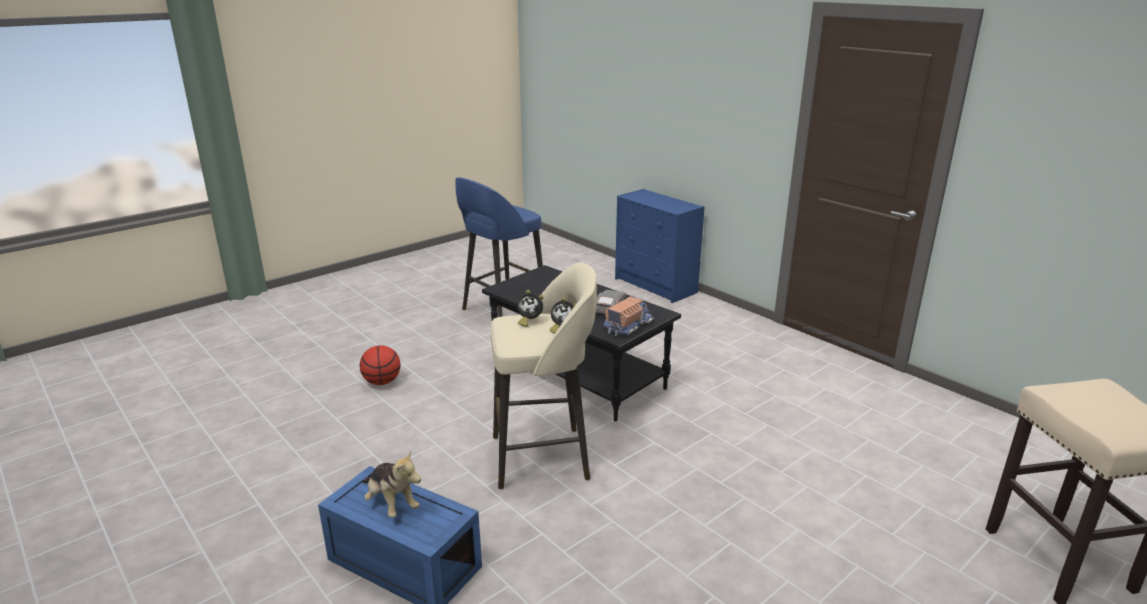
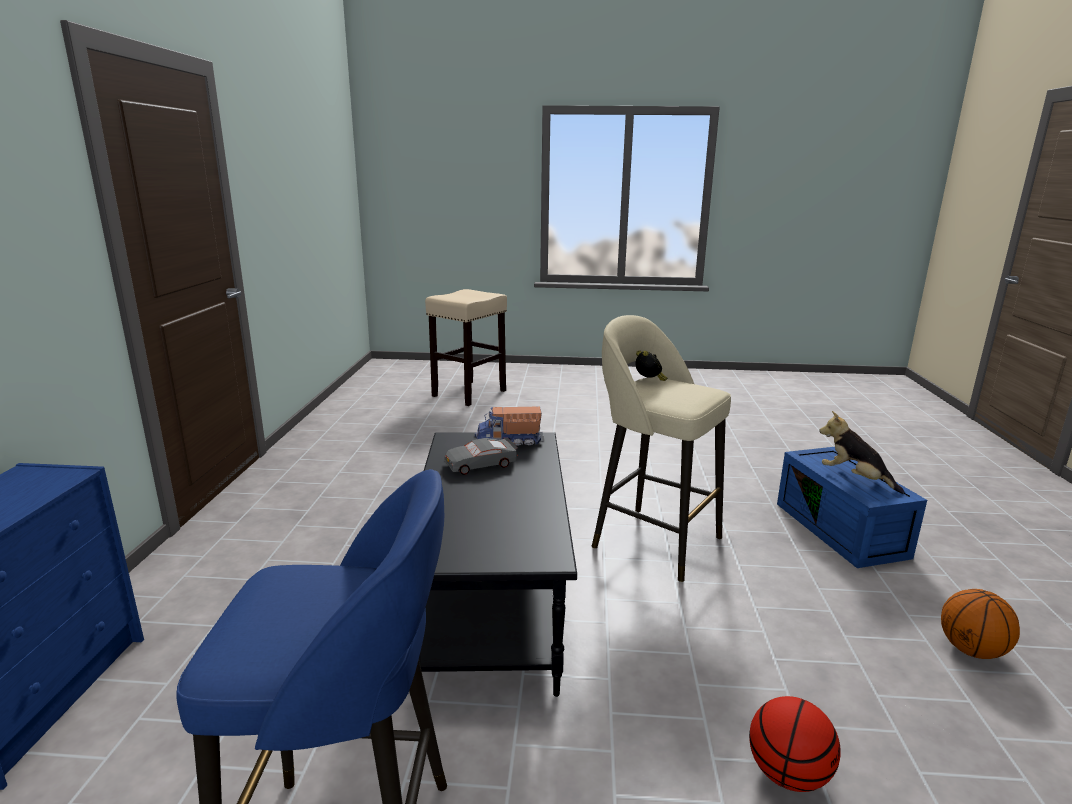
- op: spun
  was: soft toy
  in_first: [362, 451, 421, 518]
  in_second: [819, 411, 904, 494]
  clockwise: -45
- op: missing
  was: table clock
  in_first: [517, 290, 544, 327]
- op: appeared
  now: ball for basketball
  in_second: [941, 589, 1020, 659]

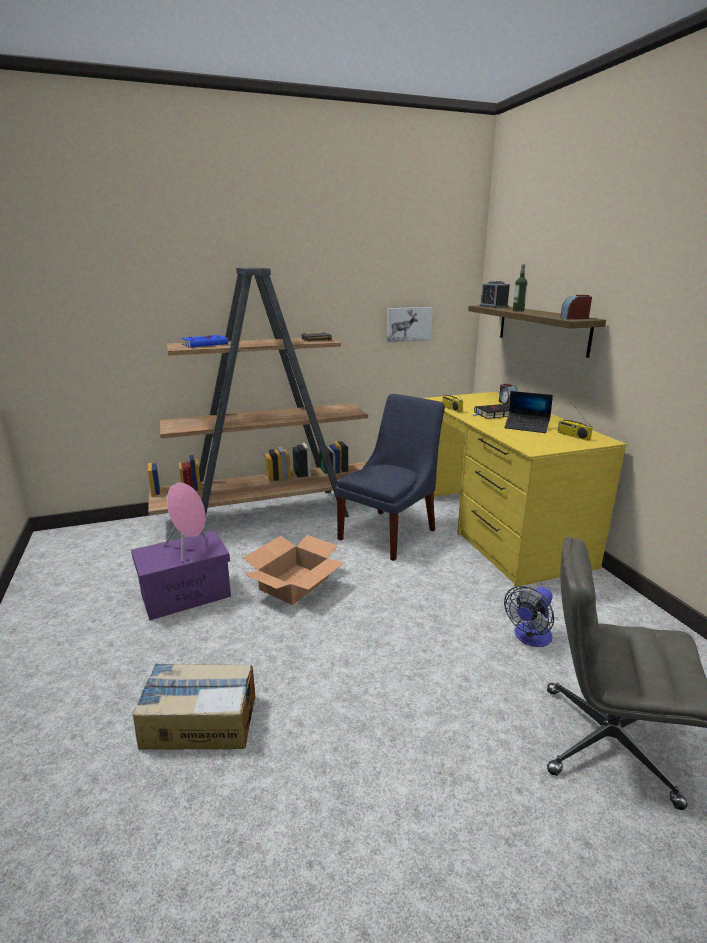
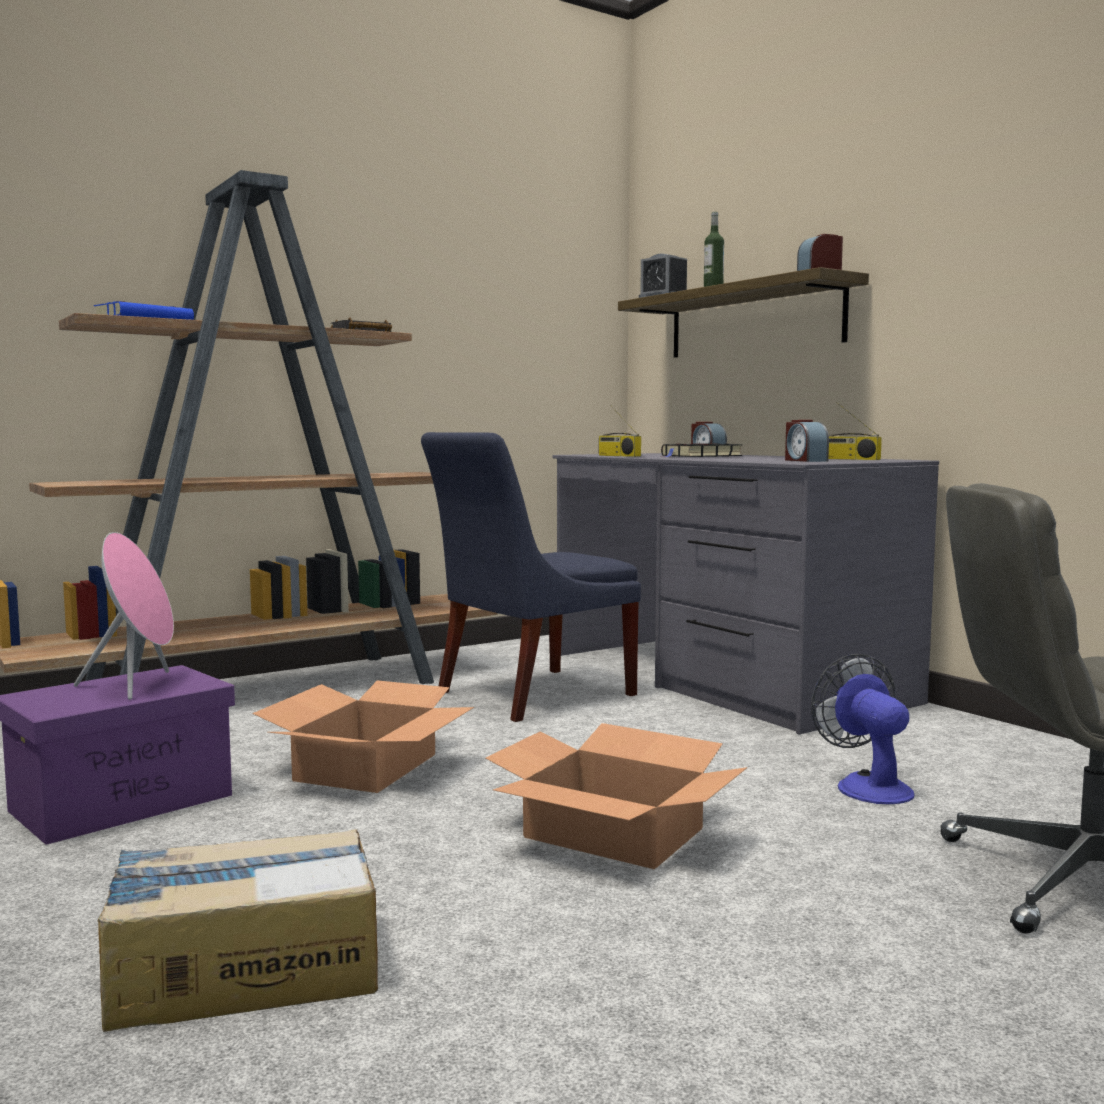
- op: spun
  was: blue chair
  in_first: [336, 394, 445, 561]
  in_second: [421, 432, 641, 722]
  clockwise: -150
- op: missing
  was: wall picture
  in_first: [386, 307, 433, 342]
- op: colour
  was: yellow desk table
  now: grey desk table
  in_first: [422, 392, 626, 587]
  in_second: [553, 453, 939, 735]
- op: missing
  was: notebook computer
  in_first: [504, 391, 553, 433]
- op: spun
  was: electric fan
  in_first: [504, 586, 554, 647]
  in_second: [811, 654, 915, 804]
  clockwise: 135
- op: appeared
  now: cardboard box
  in_second: [485, 723, 747, 869]
- op: appeared
  now: table clock
  in_second: [785, 420, 829, 462]

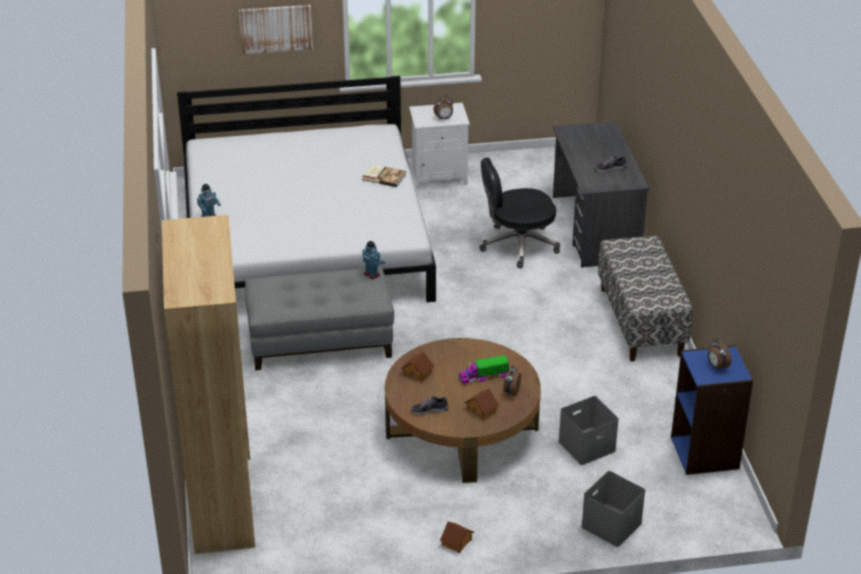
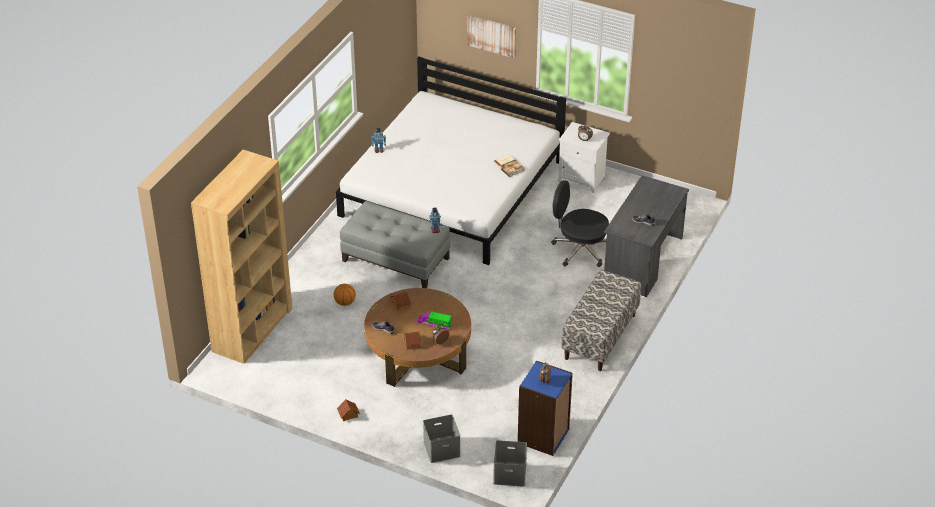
- op: relocated
  was: grey storage bin
  in_first: [558, 396, 619, 465]
  in_second: [493, 440, 527, 487]
- op: appeared
  now: ball for basketball
  in_second: [334, 284, 356, 306]

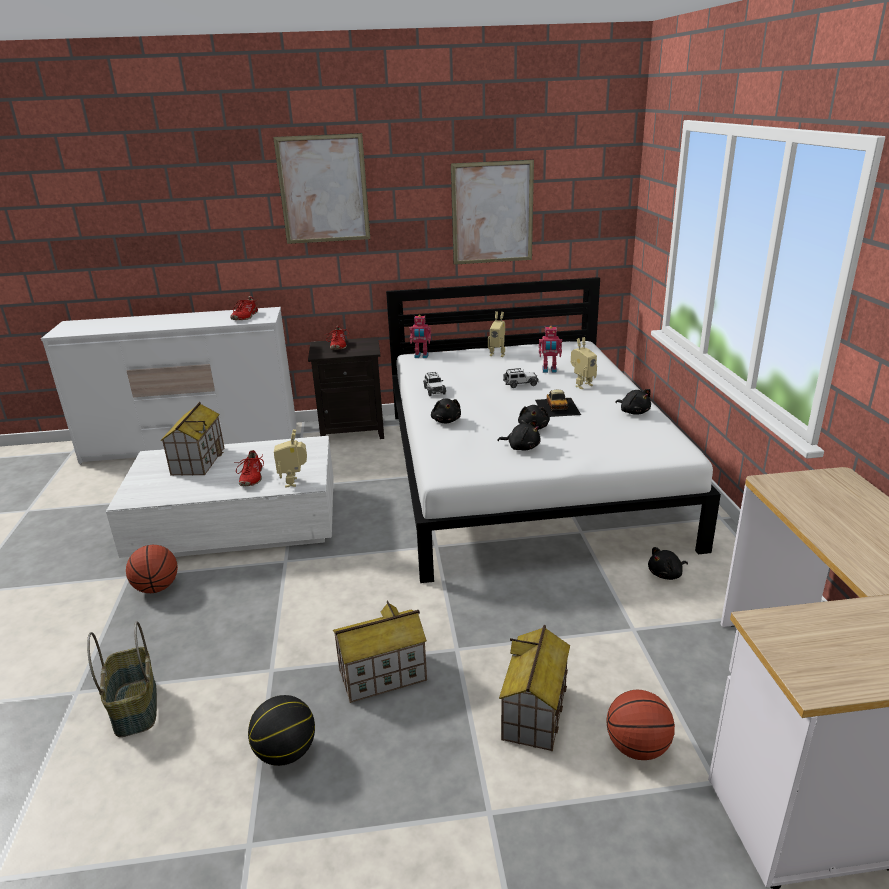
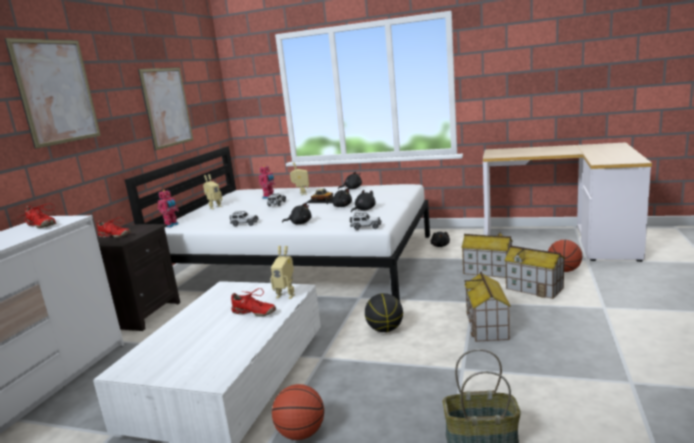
- op: relocated
  was: miniature house
  in_first: [160, 402, 224, 476]
  in_second: [461, 232, 513, 278]
- op: relocated
  was: ball for basketball
  in_first: [248, 695, 315, 766]
  in_second: [365, 293, 403, 332]
- op: appeared
  now: miniature car
  in_second: [350, 213, 381, 230]

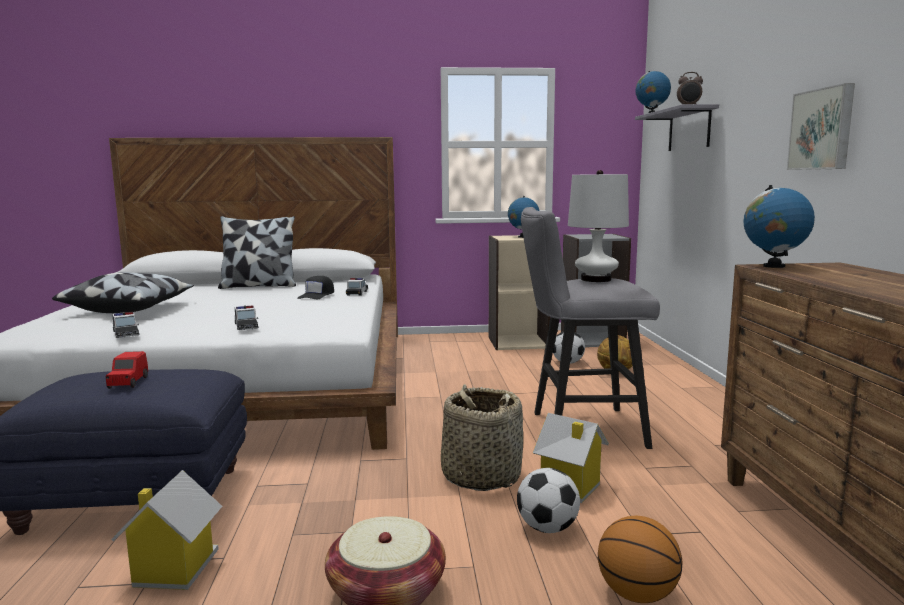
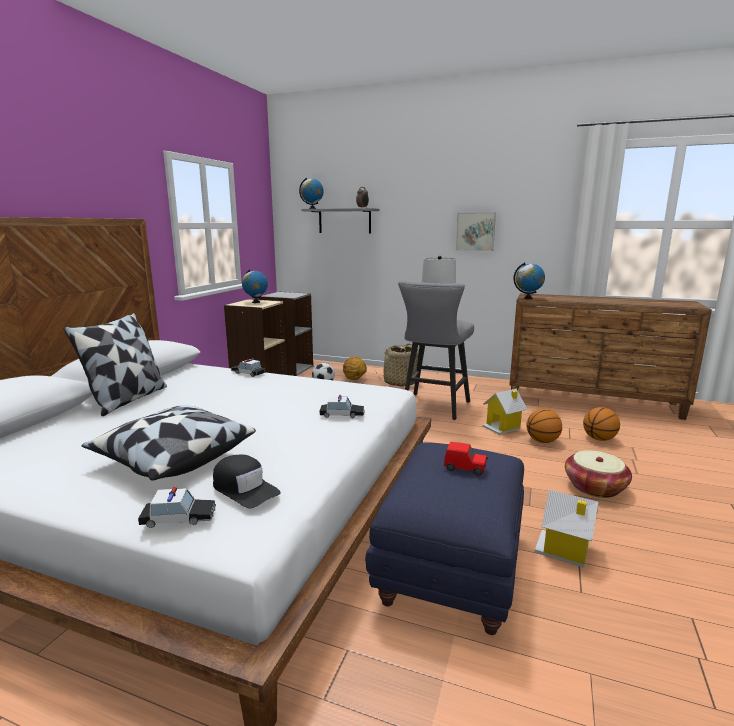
- op: relocated
  was: miniature car
  in_first: [112, 312, 140, 338]
  in_second: [138, 487, 216, 528]
- op: relocated
  was: blackish cap
  in_first: [298, 276, 334, 299]
  in_second: [213, 455, 281, 509]
- op: relocated
  was: household basket
  in_first: [441, 384, 523, 491]
  in_second: [376, 344, 419, 386]
- op: exchanged
  was: football ball
  now: ball for basketball
  in_first: [517, 468, 580, 533]
  in_second: [526, 409, 562, 443]

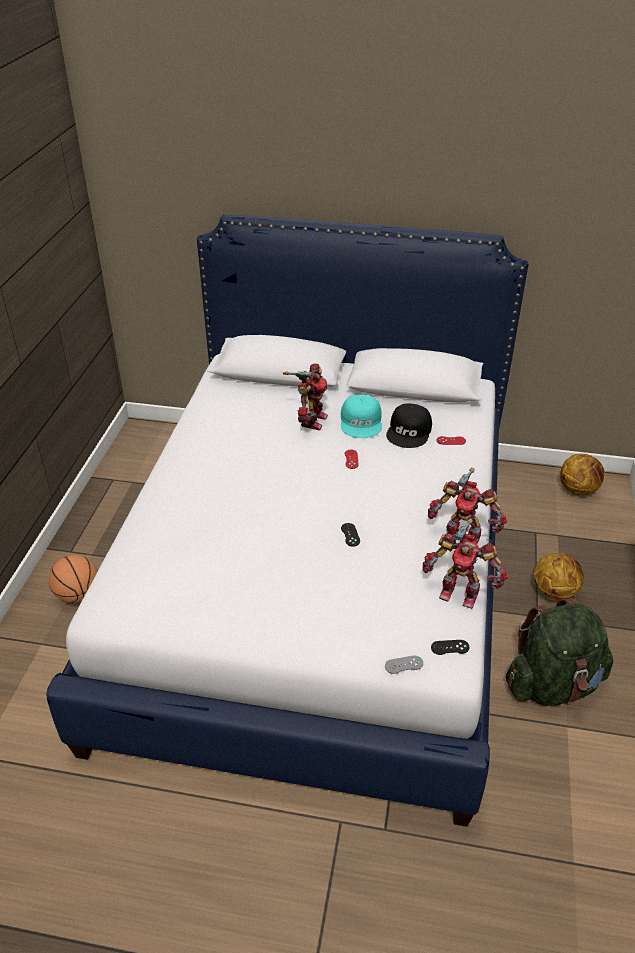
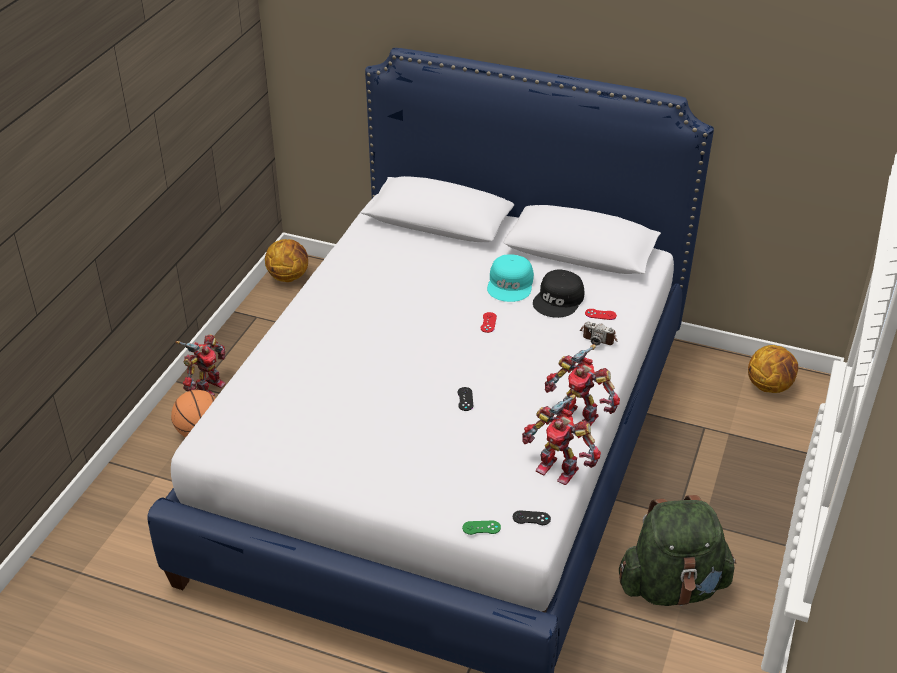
- op: relocated
  was: toy robot
  in_first: [283, 363, 328, 431]
  in_second: [176, 334, 226, 396]
- op: colour
  was: grey gamepad
  now: greenish gamepad
  in_first: [385, 655, 423, 674]
  in_second: [462, 521, 501, 535]
- op: relocated
  was: ball for basketball
  in_first: [534, 553, 584, 601]
  in_second: [265, 239, 308, 282]
- op: appeared
  now: still camera
  in_second: [580, 322, 618, 346]

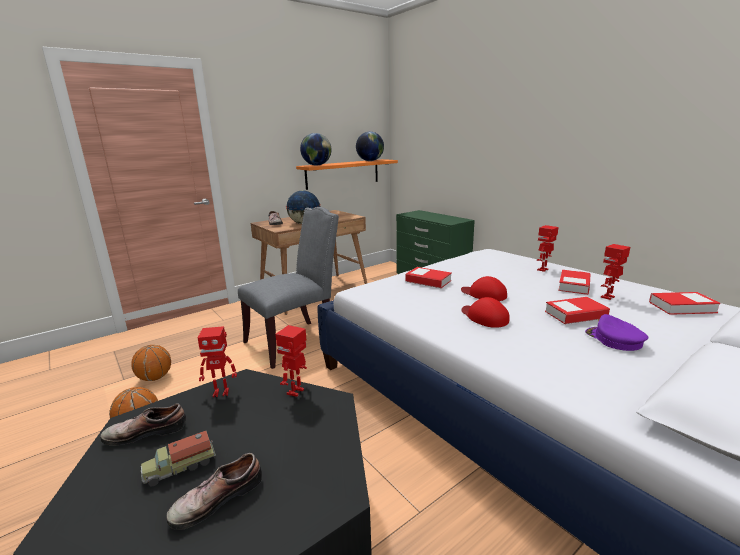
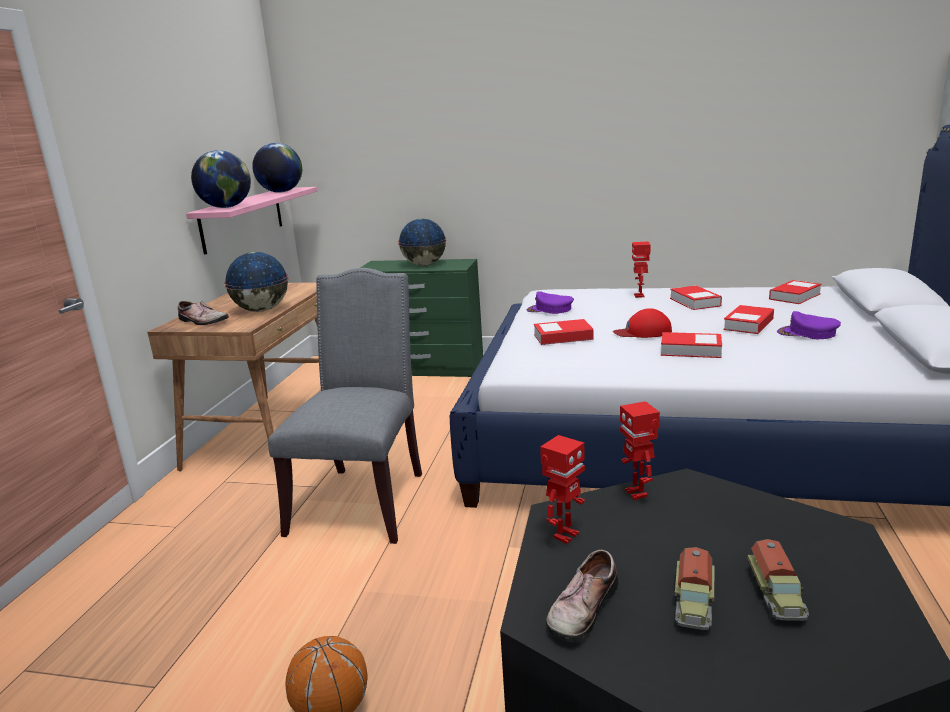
- op: missing
  was: ball for basketball
  in_first: [131, 345, 171, 381]
- op: exchanged
  was: shoe
  now: toy truck
  in_first: [166, 453, 262, 530]
  in_second: [747, 539, 809, 621]
- op: colour
  was: orange-coloured wall shelf
  now: pink wall shelf
  in_first: [296, 159, 398, 190]
  in_second: [186, 187, 318, 255]
- op: exchanged
  was: reddish cap
  now: bound book
  in_first: [462, 297, 510, 328]
  in_second: [661, 332, 722, 358]
- op: missing
  was: toy robot
  in_first: [601, 244, 630, 300]
- op: appeared
  now: world globe
  in_second: [398, 219, 446, 266]
- op: appeared
  now: purplish cap
  in_second: [527, 291, 574, 314]

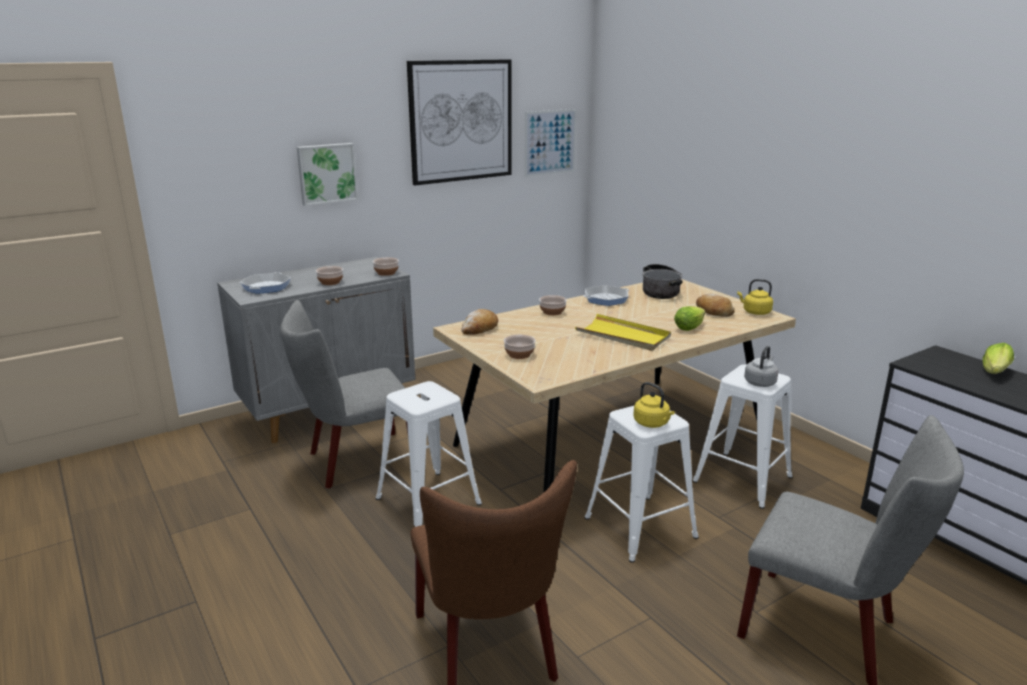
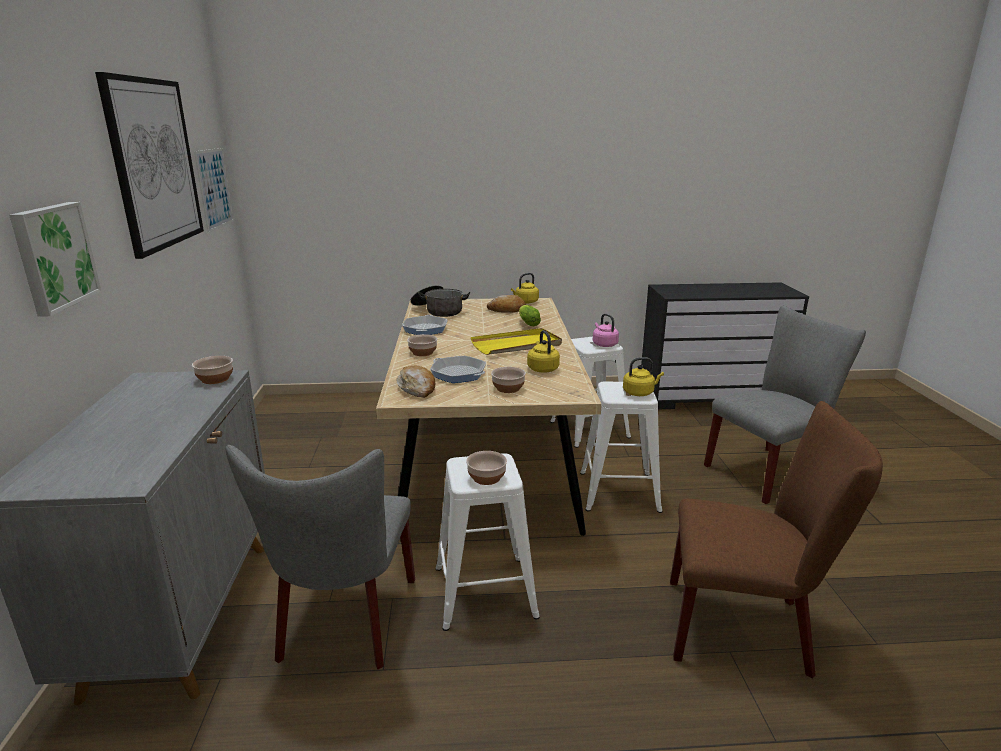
- op: relocated
  was: skillet
  in_first: [240, 272, 291, 294]
  in_second: [430, 356, 486, 383]
- op: relocated
  was: bowl
  in_first: [316, 266, 343, 285]
  in_second: [466, 451, 507, 485]
- op: colour
  was: grey kettle
  now: pink kettle
  in_first: [744, 346, 779, 387]
  in_second: [593, 314, 619, 347]
- op: missing
  was: head of lettuce
  in_first: [982, 343, 1014, 374]
- op: appeared
  now: yellow kettle
  in_second: [527, 330, 560, 373]

